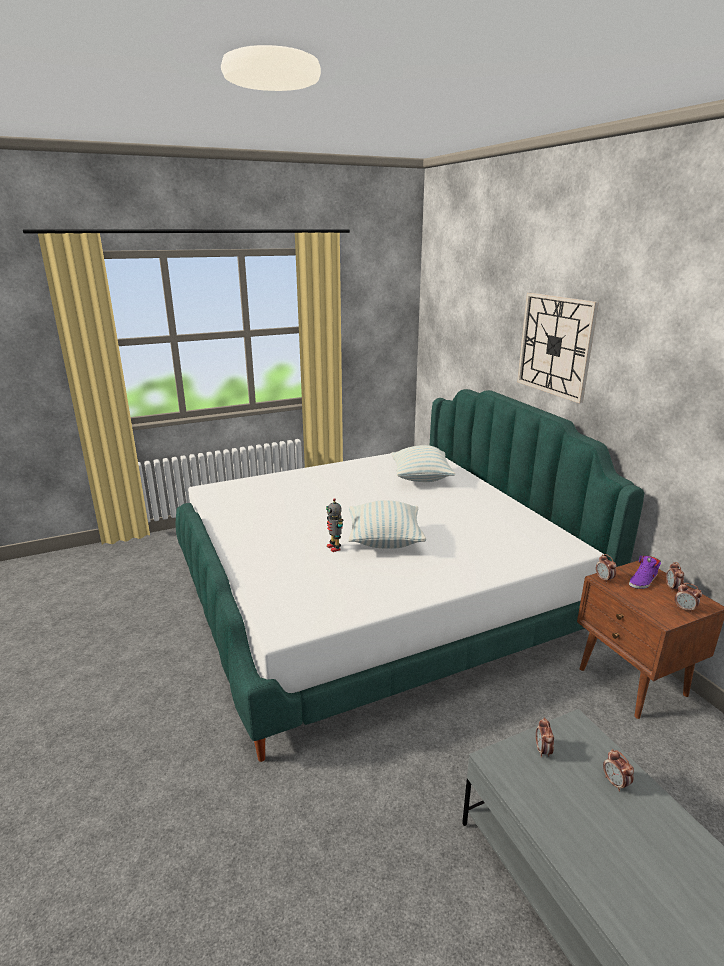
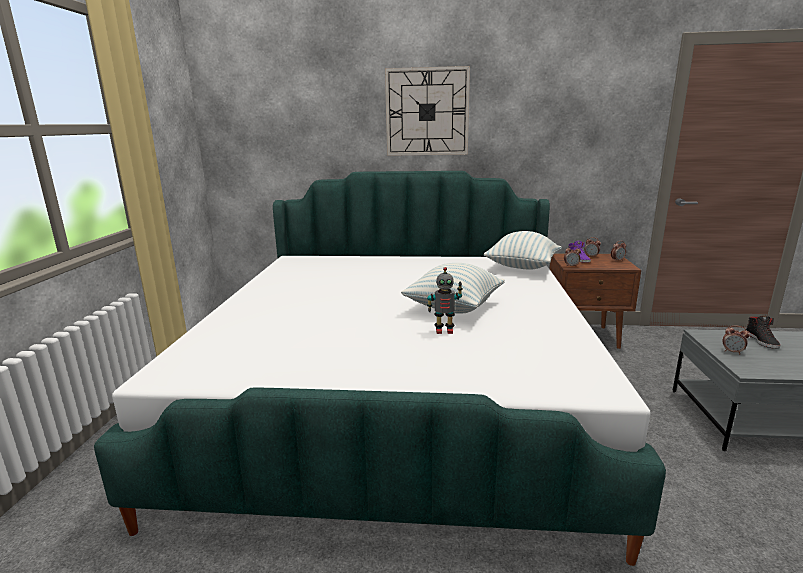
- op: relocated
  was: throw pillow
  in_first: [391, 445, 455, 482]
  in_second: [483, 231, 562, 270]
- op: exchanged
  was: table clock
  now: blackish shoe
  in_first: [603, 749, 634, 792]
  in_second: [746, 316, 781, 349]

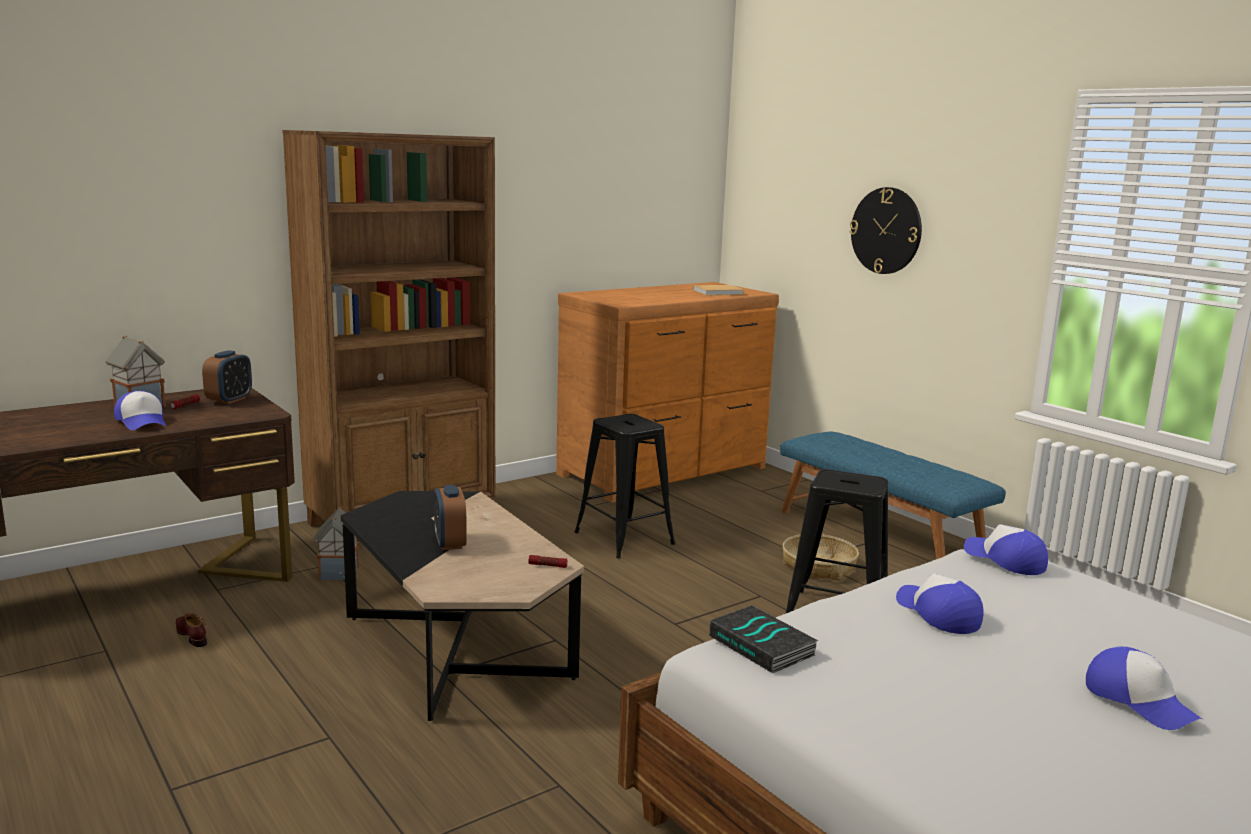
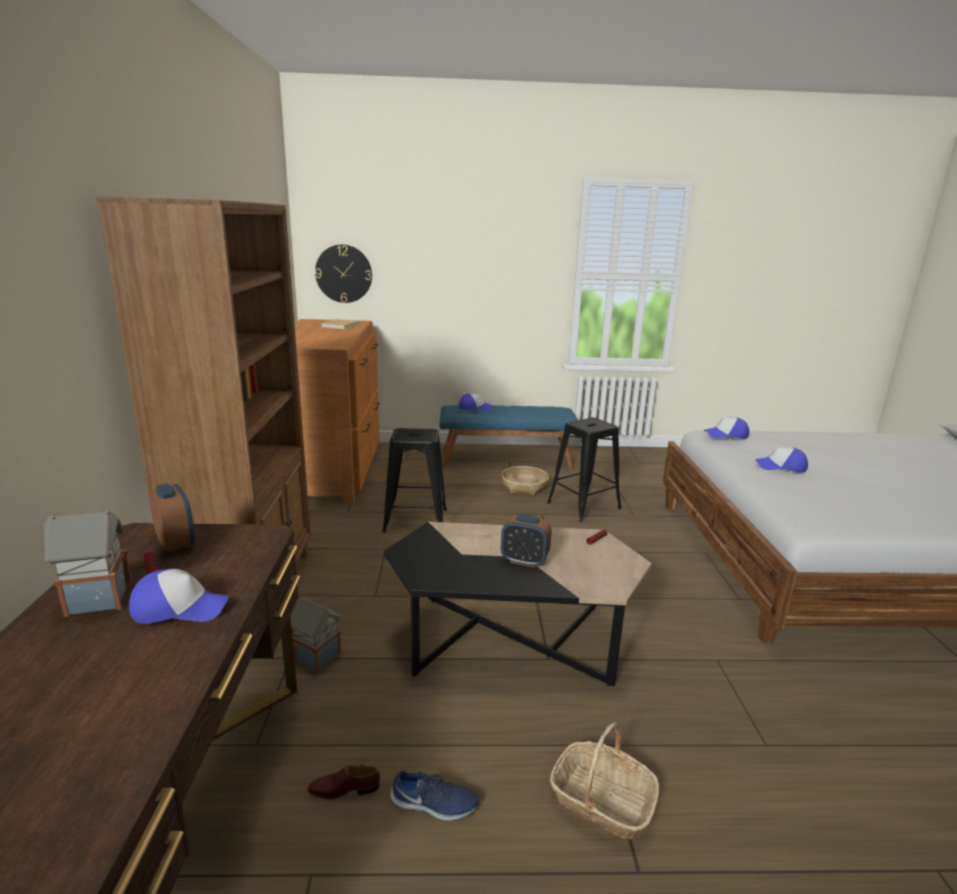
- op: missing
  was: bound book
  in_first: [709, 605, 818, 673]
- op: relocated
  was: hanging clock
  in_first: [850, 187, 922, 274]
  in_second: [315, 245, 372, 303]
- op: relocated
  was: cap
  in_first: [1086, 647, 1202, 730]
  in_second: [459, 393, 493, 411]
- op: appeared
  now: blue shoe
  in_second: [390, 770, 479, 821]
- op: appeared
  now: household basket
  in_second: [550, 722, 660, 839]

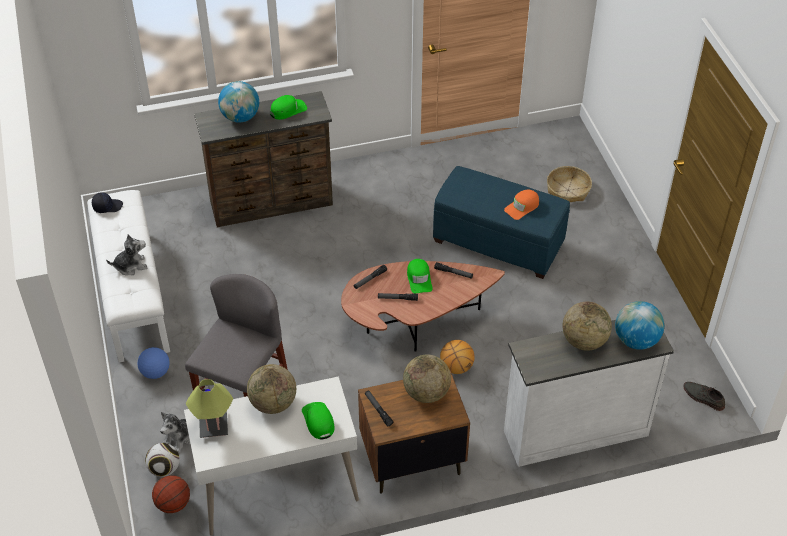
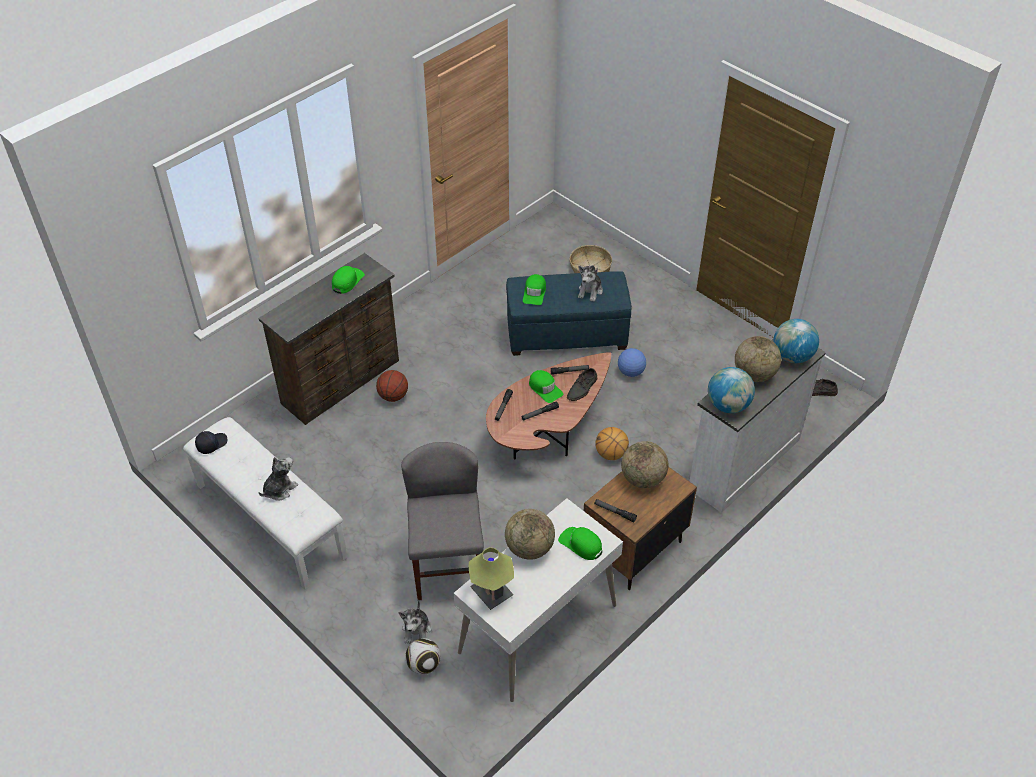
- op: relocated
  was: football ball
  in_first: [137, 347, 170, 379]
  in_second: [618, 348, 646, 377]
- op: relocated
  was: ball for basketball
  in_first: [152, 475, 190, 513]
  in_second: [376, 370, 408, 402]
- op: relocated
  was: world globe
  in_first: [218, 81, 259, 123]
  in_second: [708, 367, 755, 413]
- op: exchanged
  was: orange-coloured cap
  now: soft toy
  in_first: [504, 189, 539, 220]
  in_second: [578, 265, 603, 302]
- op: appeared
  now: greenish cap
  in_second: [523, 274, 546, 305]
- op: appeared
  now: grey shoe
  in_second: [567, 368, 597, 401]

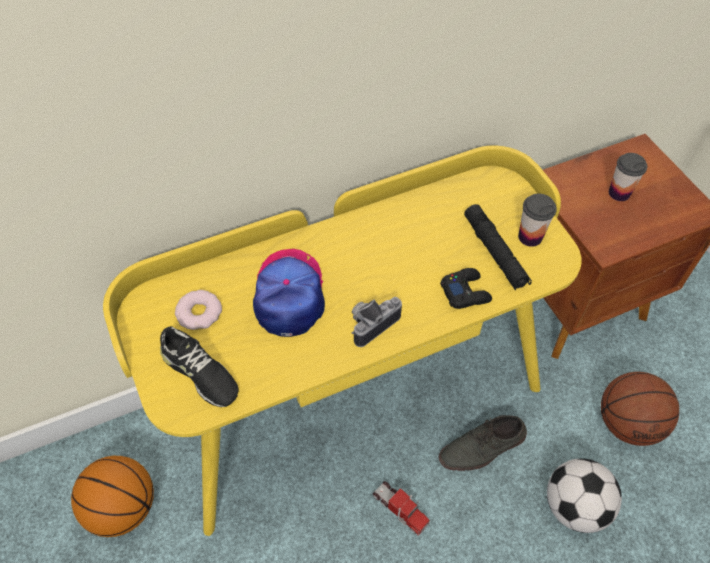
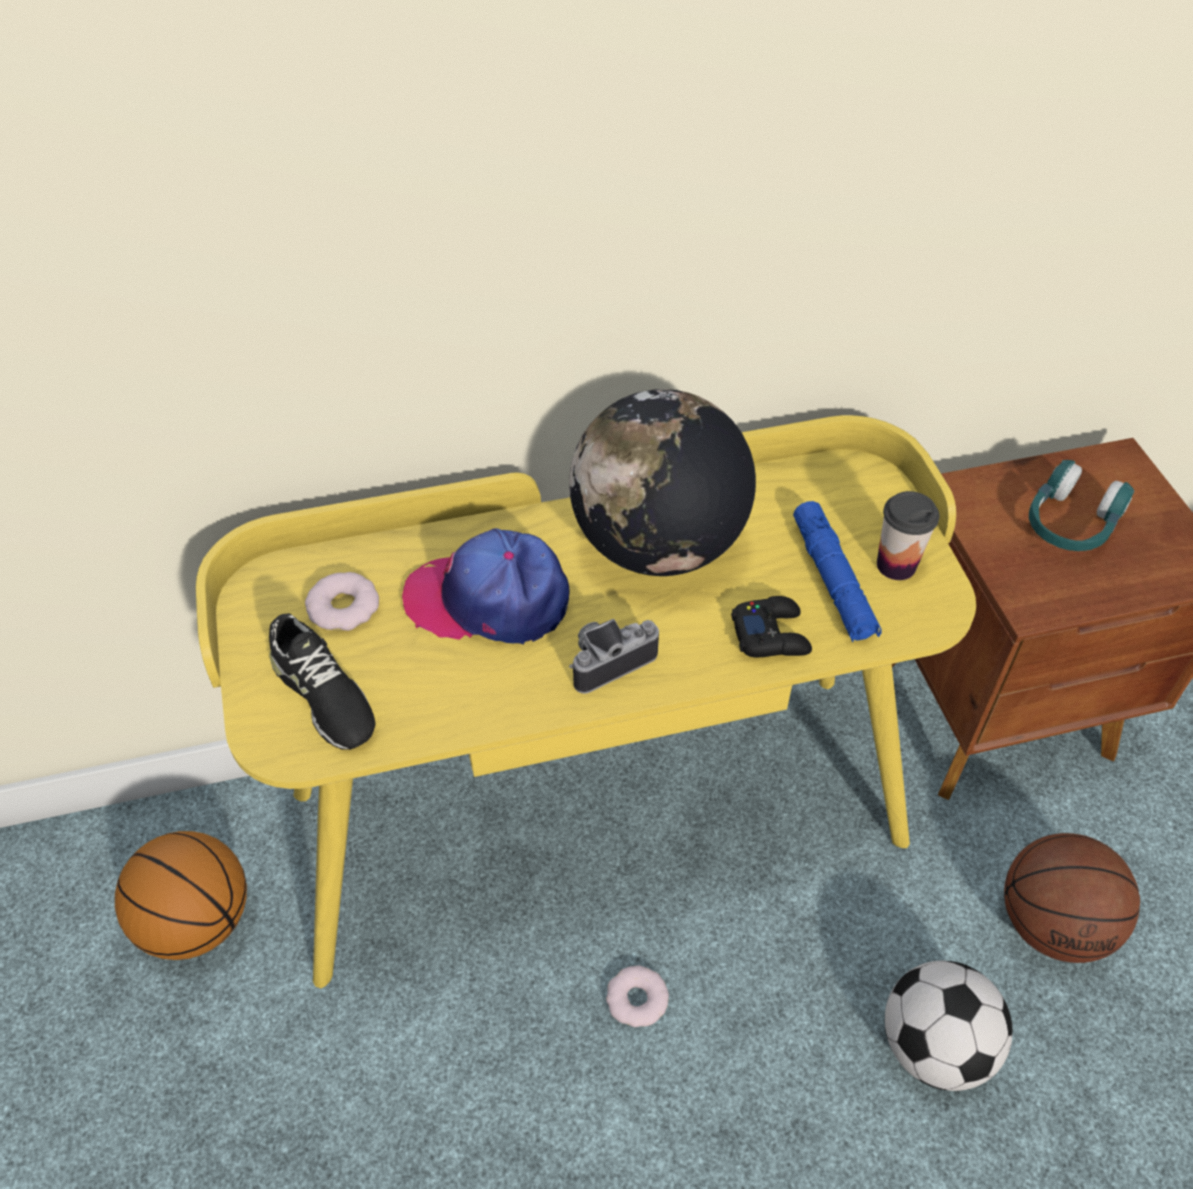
- op: spun
  was: cap
  in_first: [253, 249, 325, 337]
  in_second: [402, 528, 569, 644]
  clockwise: -90
- op: exchanged
  was: toy truck
  now: doughnut
  in_first: [373, 481, 430, 536]
  in_second: [606, 965, 669, 1027]
- op: missing
  was: grey shoe
  in_first: [439, 415, 527, 471]
- op: colour
  was: blackish flashlight
  now: blue flashlight
  in_first: [464, 204, 532, 290]
  in_second: [793, 501, 881, 642]
- op: exchanged
  was: drinking cup
  now: turquoise headphones
  in_first: [609, 153, 647, 201]
  in_second: [1029, 460, 1134, 551]
- op: appeared
  now: world globe
  in_second: [569, 389, 756, 576]

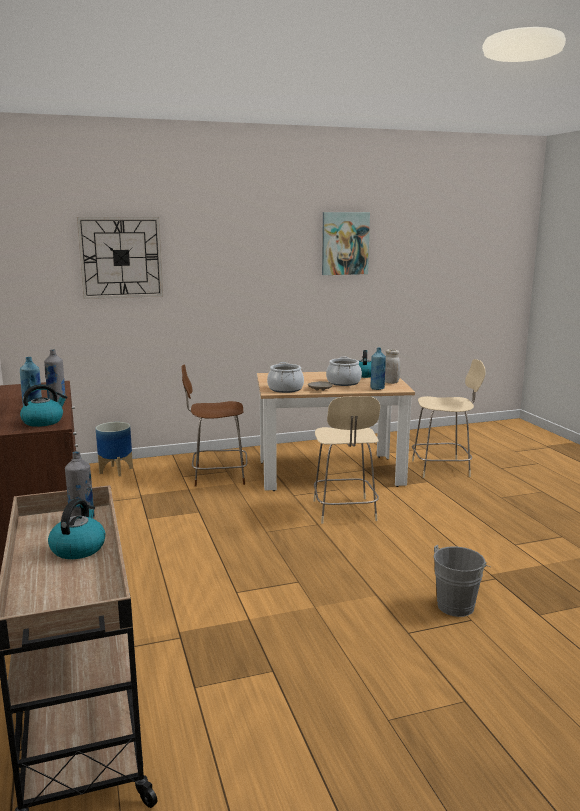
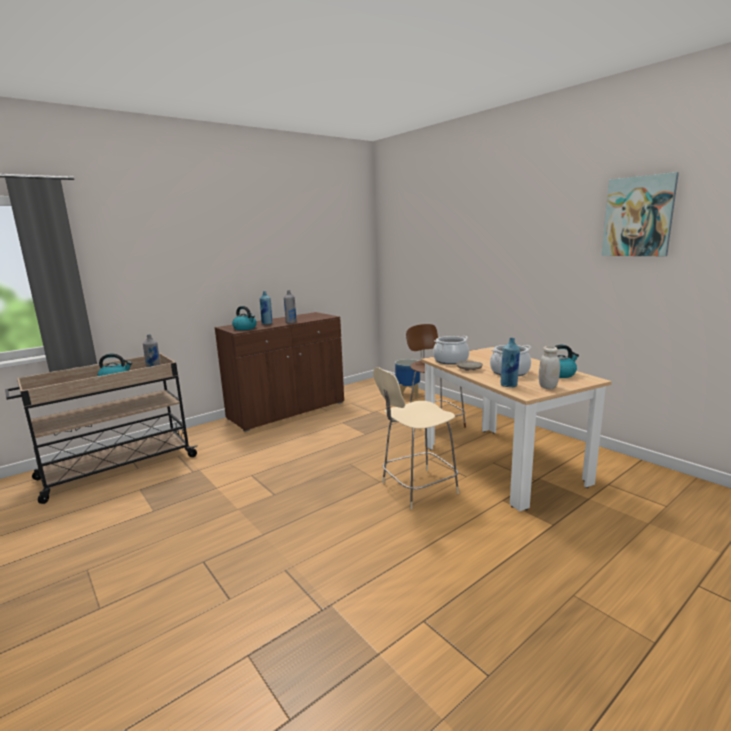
- op: missing
  was: hanging clock
  in_first: [77, 217, 163, 299]
- op: missing
  was: sand-coloured chair
  in_first: [412, 359, 486, 478]
- op: missing
  was: grey water bucket
  in_first: [434, 545, 490, 617]

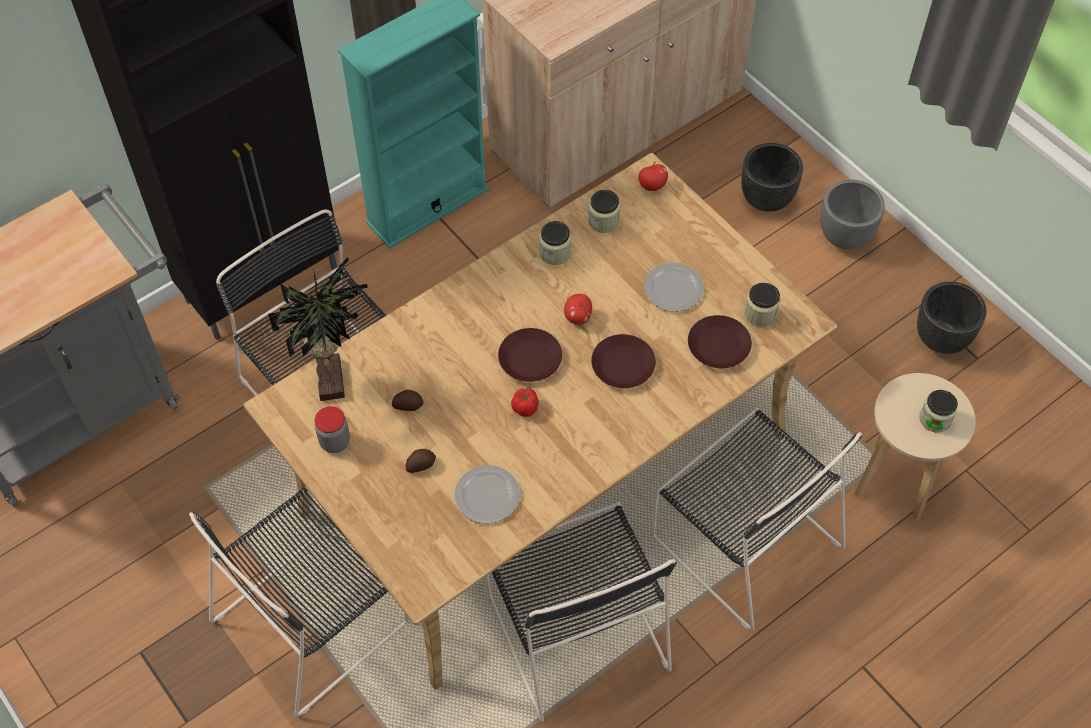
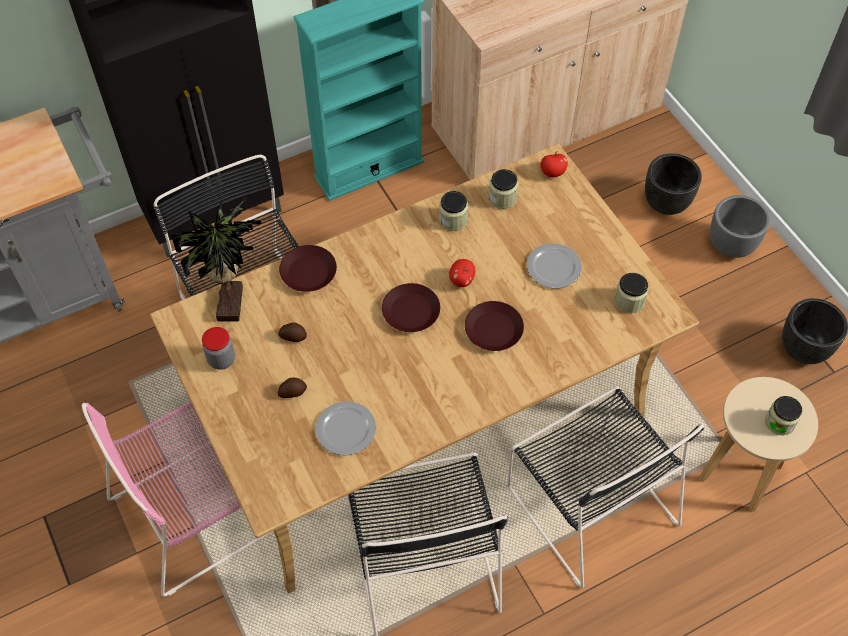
- op: colour
  was: blackish chair
  now: pink chair
  in_first: [189, 486, 409, 717]
  in_second: [82, 401, 273, 597]
- op: missing
  was: fresh tomato
  in_first: [511, 388, 538, 417]
- op: relocated
  was: brownish plate
  in_first: [688, 315, 752, 368]
  in_second: [279, 245, 337, 292]

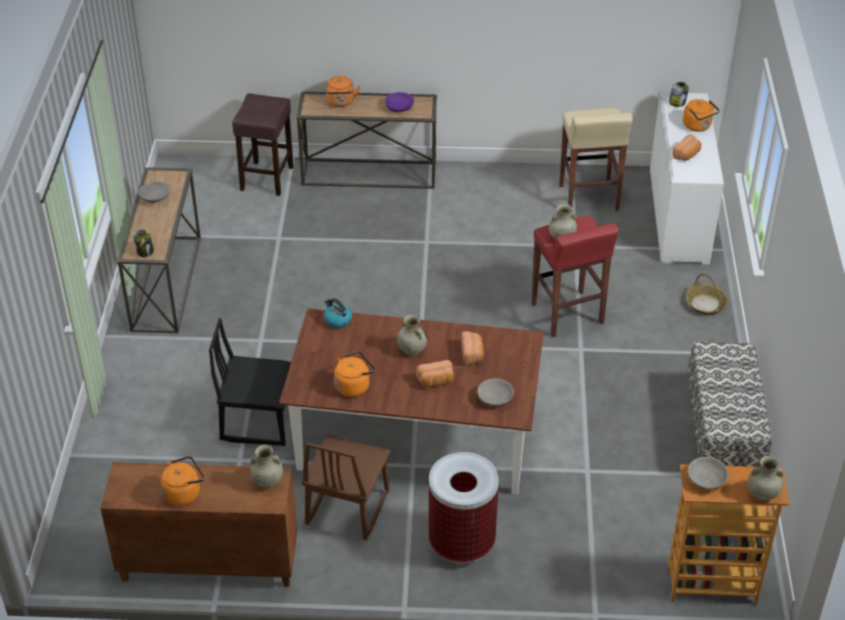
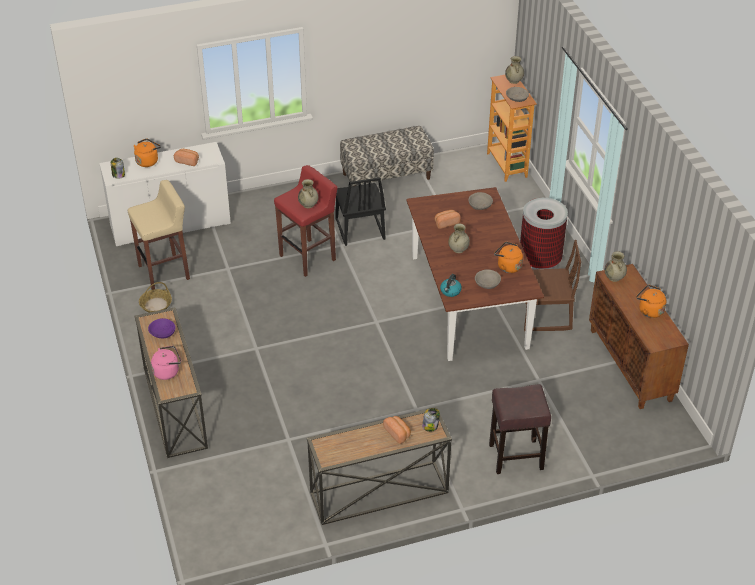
- op: relocated
  was: grey bowl
  in_first: [138, 181, 170, 203]
  in_second: [475, 269, 501, 289]
- op: relocated
  was: blackish chair
  in_first: [209, 318, 291, 446]
  in_second: [335, 177, 386, 246]
- op: relocated
  was: brownish sitting stool
  in_first: [232, 93, 294, 196]
  in_second: [489, 384, 551, 474]
- op: colour
  was: orange-coloured kettle
  now: pink kettle
  in_first: [326, 76, 360, 107]
  in_second: [151, 346, 181, 380]
- op: relocated
  was: bread
  in_first: [416, 360, 454, 387]
  in_second: [383, 416, 411, 444]
- op: relocated
  was: household basket
  in_first: [686, 274, 728, 315]
  in_second: [139, 282, 172, 313]

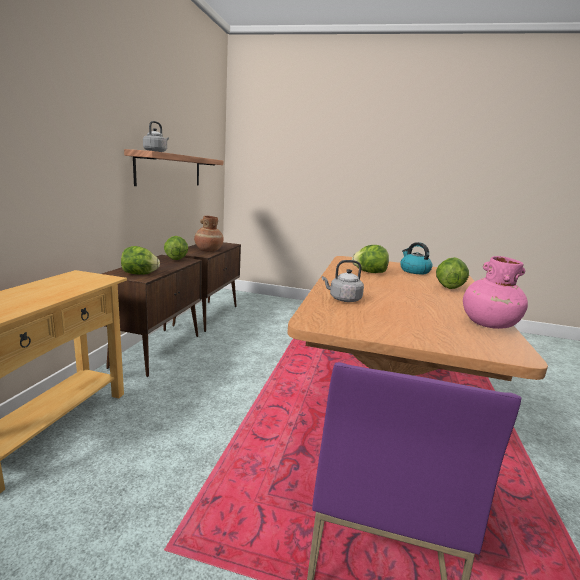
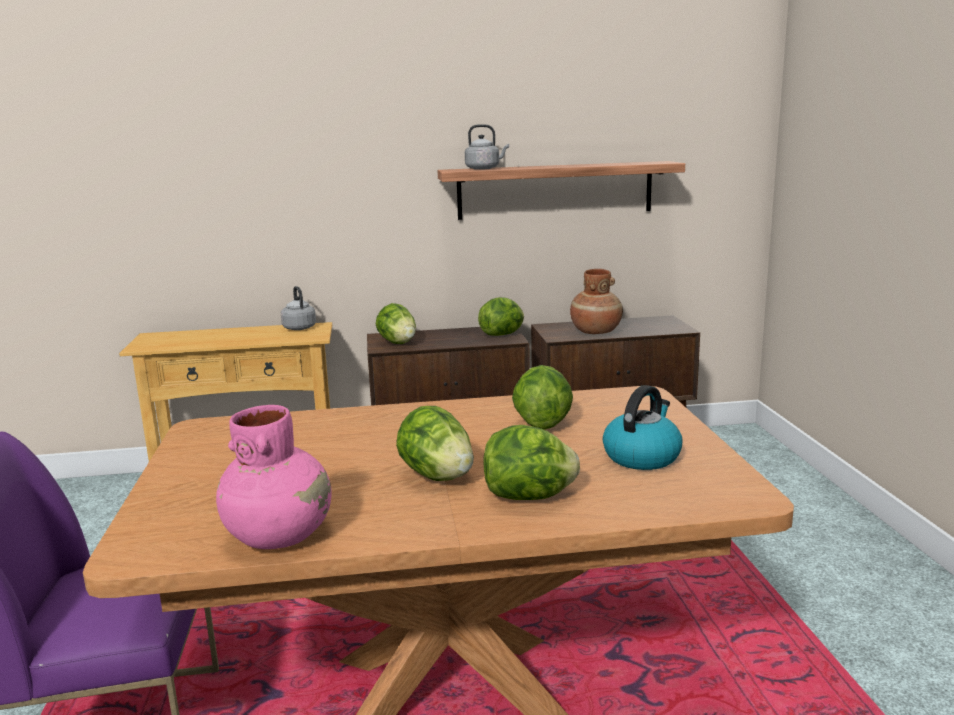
- op: relocated
  was: grey kettle
  in_first: [322, 260, 364, 302]
  in_second: [281, 286, 316, 330]
- op: appeared
  now: head of lettuce
  in_second: [396, 406, 474, 481]

